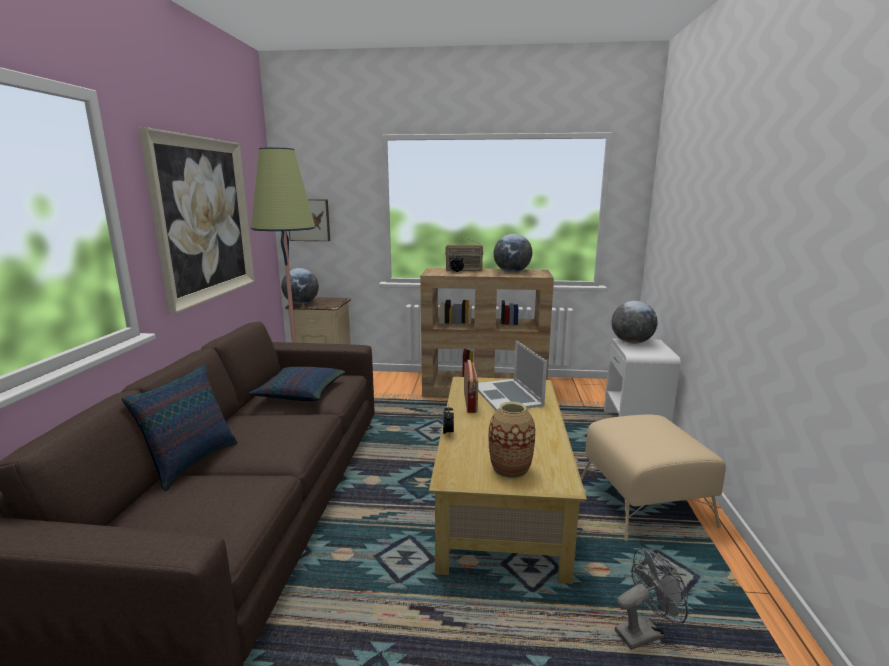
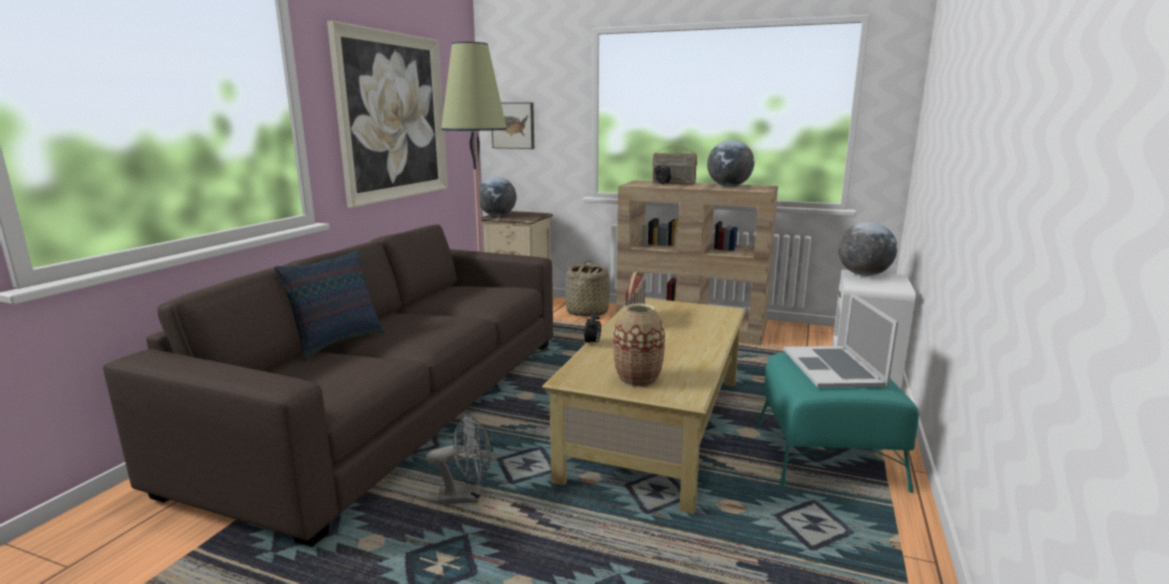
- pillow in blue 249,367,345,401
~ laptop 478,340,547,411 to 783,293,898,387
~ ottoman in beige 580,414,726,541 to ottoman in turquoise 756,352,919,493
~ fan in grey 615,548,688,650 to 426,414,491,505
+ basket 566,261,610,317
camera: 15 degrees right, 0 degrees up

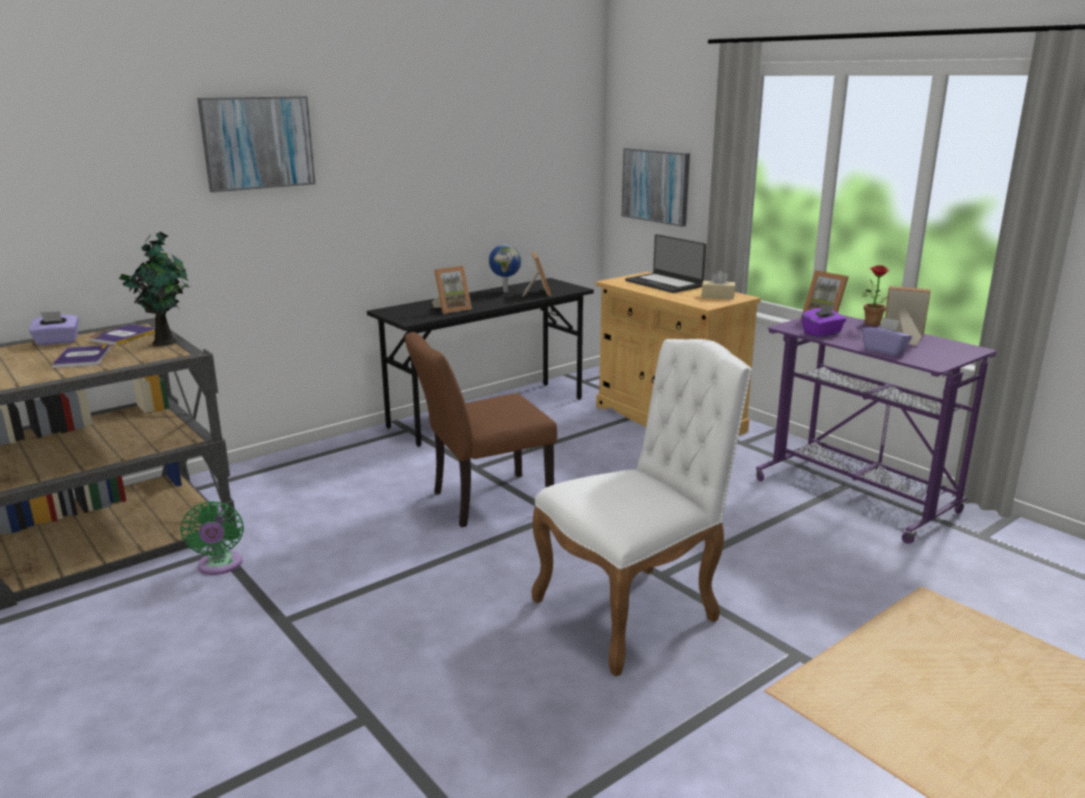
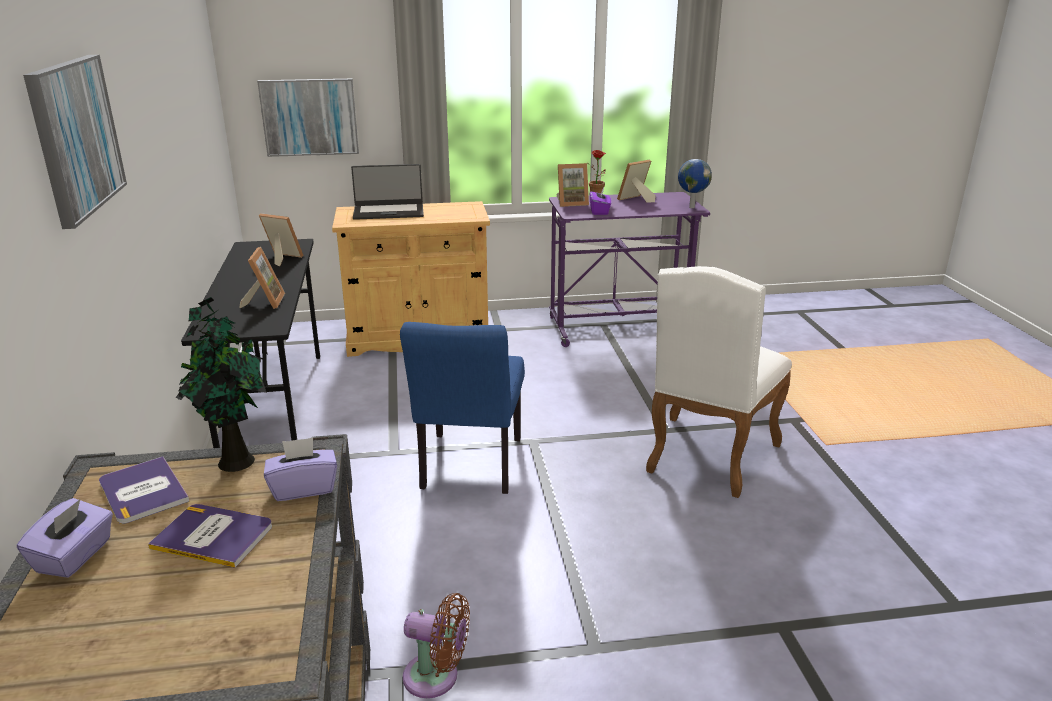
~ fan in green 180,501,244,575 to fan in brown 402,593,470,698
~ chair in brown 405,332,557,527 to chair in blue 400,322,525,494
~ globe 489,244,521,292 to 678,159,712,208
~ chair in white 532,339,752,677 = 646,266,792,498 150 degrees counterclockwise
- tissue box in beige 702,270,735,300
~ tissue box in purple 862,317,912,356 to 264,437,337,501
camera: 60 degrees left, 5 degrees up

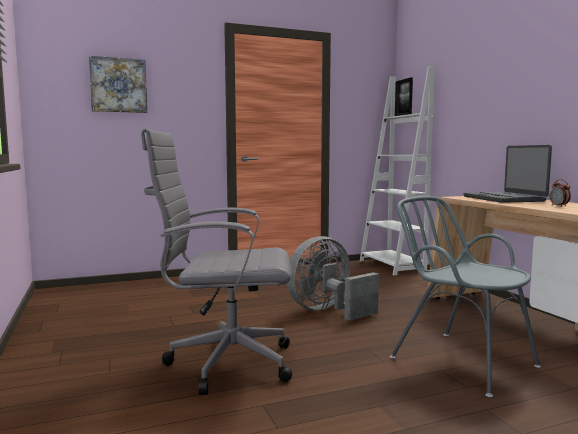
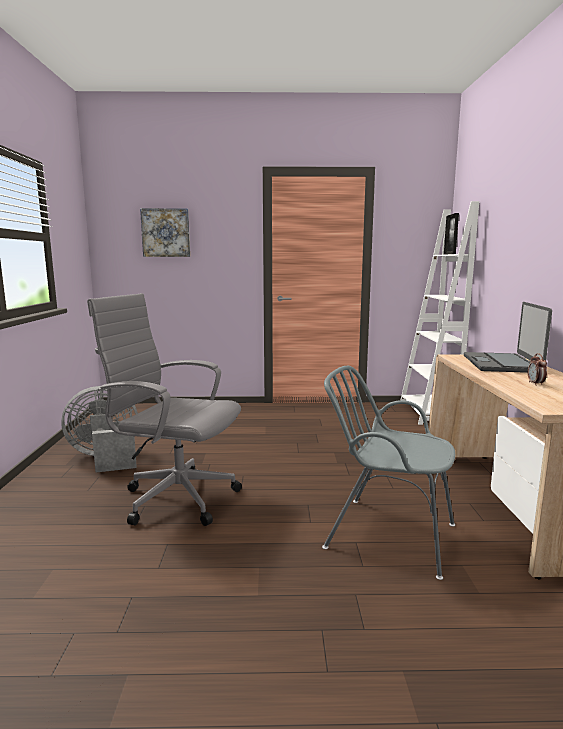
~ fan in grey 287,236,379,321 to 61,386,138,473
~ chair in grey 390,196,541,397 = 322,366,455,580 45 degrees counterclockwise
camera: 20 degrees right, 5 degrees up

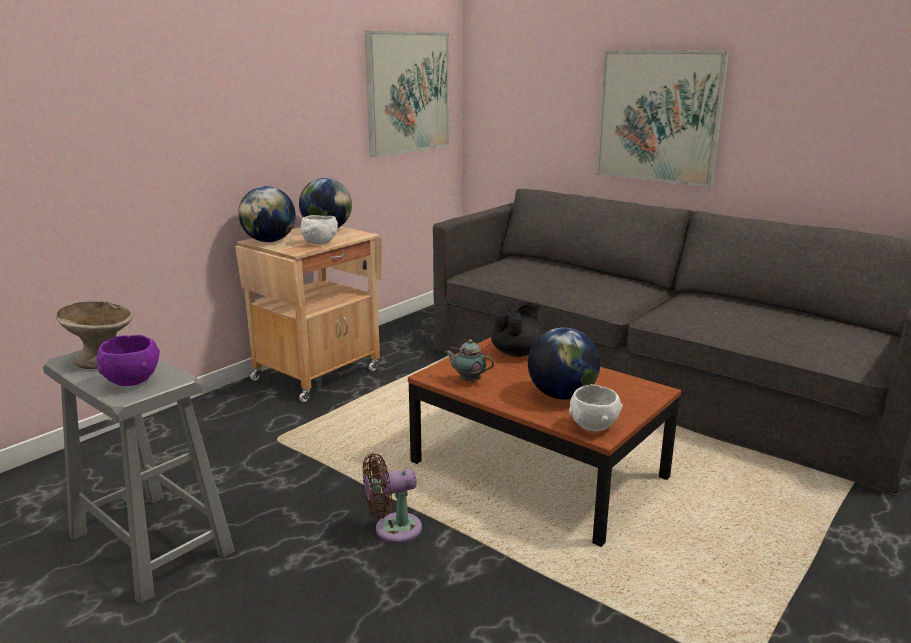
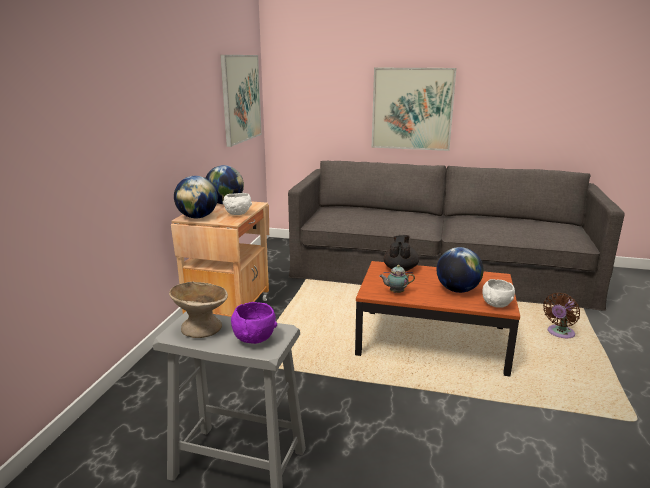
~ fan in brown 363,453,422,543 to 543,293,580,338
camera: 25 degrees left, 0 degrees up

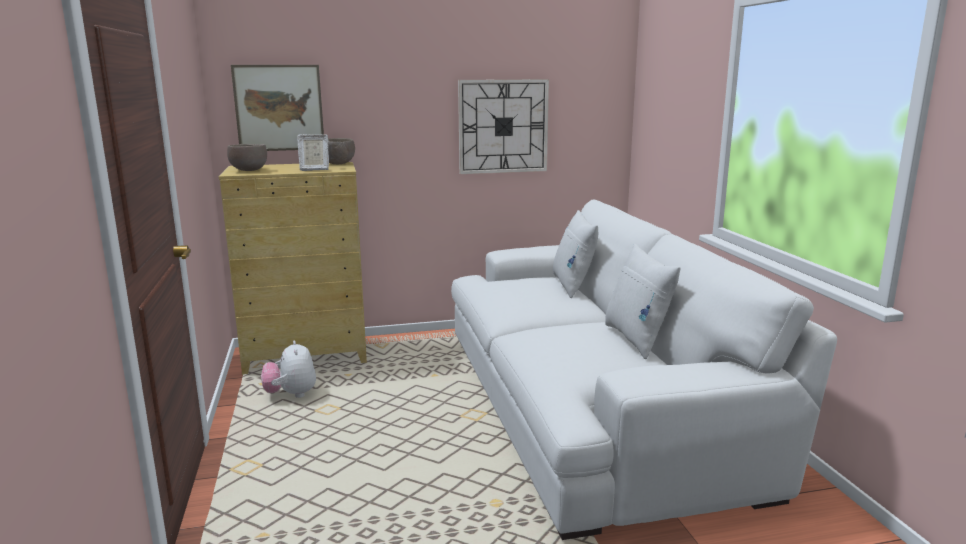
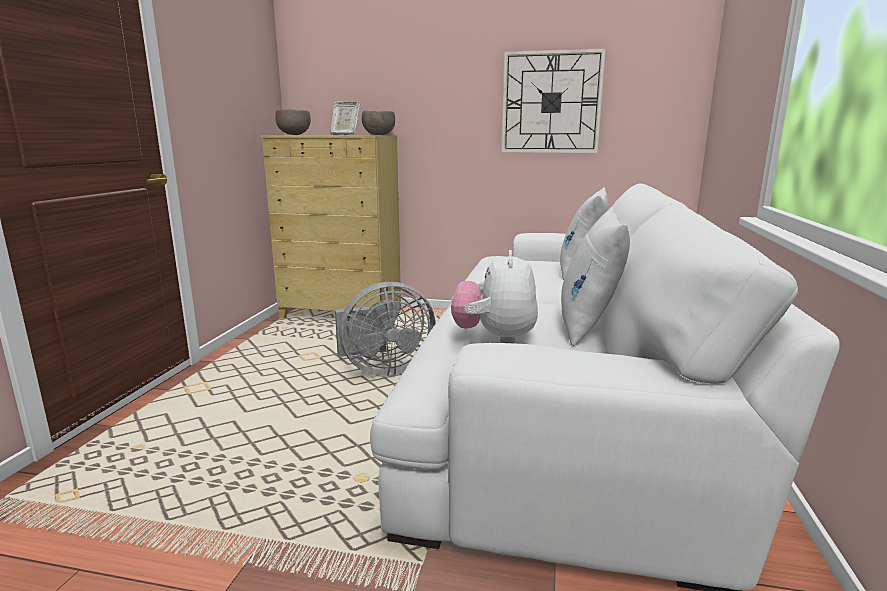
- picture 231,65,324,151
~ plush toy 261,340,316,398 to 451,250,538,343
+ fan in grey 335,282,436,377
camera: 25 degrees right, 0 degrees up

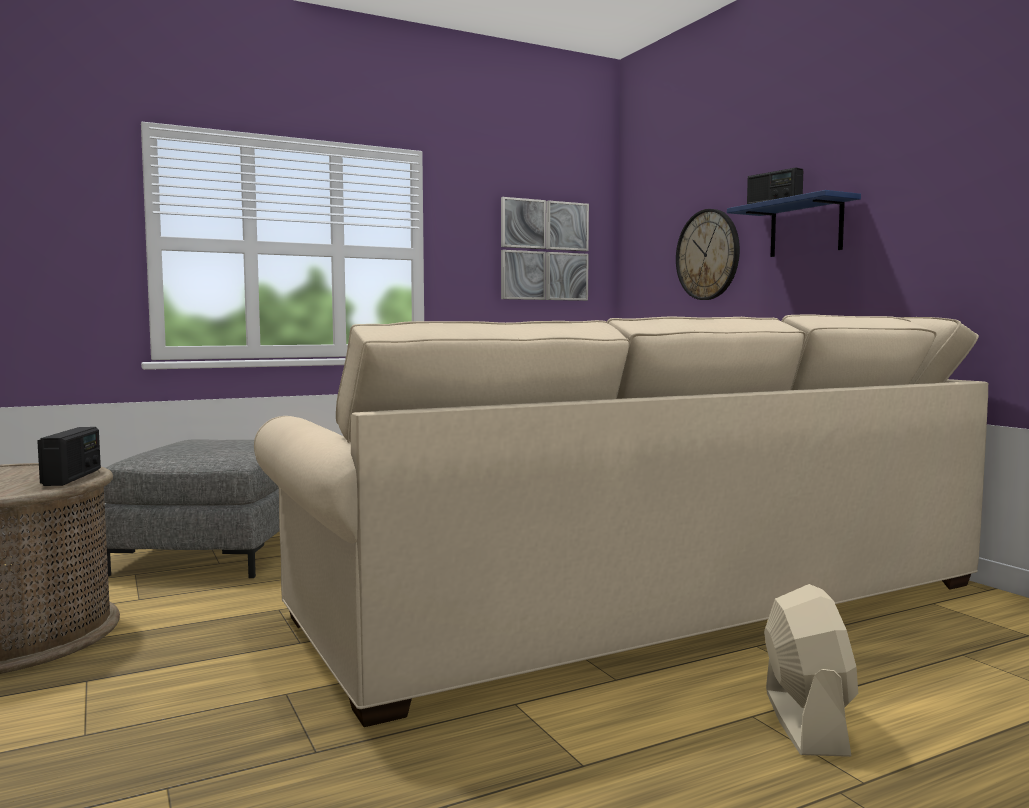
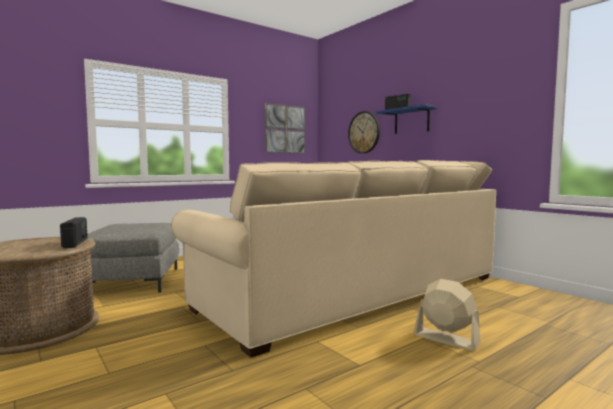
~ fan in beige 764,584,858,757 = 414,279,481,351 45 degrees counterclockwise
camera: 10 degrees left, 0 degrees up

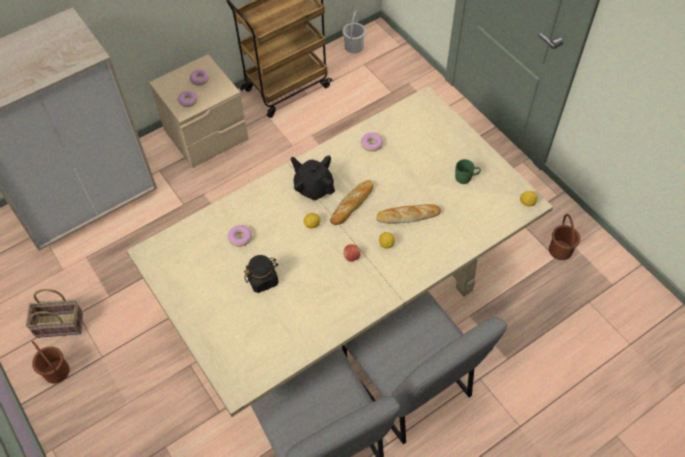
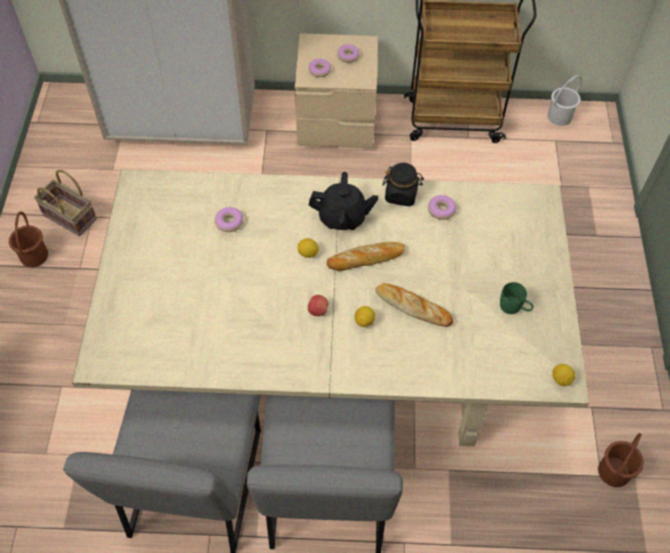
~ jar in black 244,255,279,293 to 383,163,424,206
~ teapot in black 290,155,335,201 = 309,172,378,230 105 degrees clockwise
camera: 35 degrees right, 0 degrees up

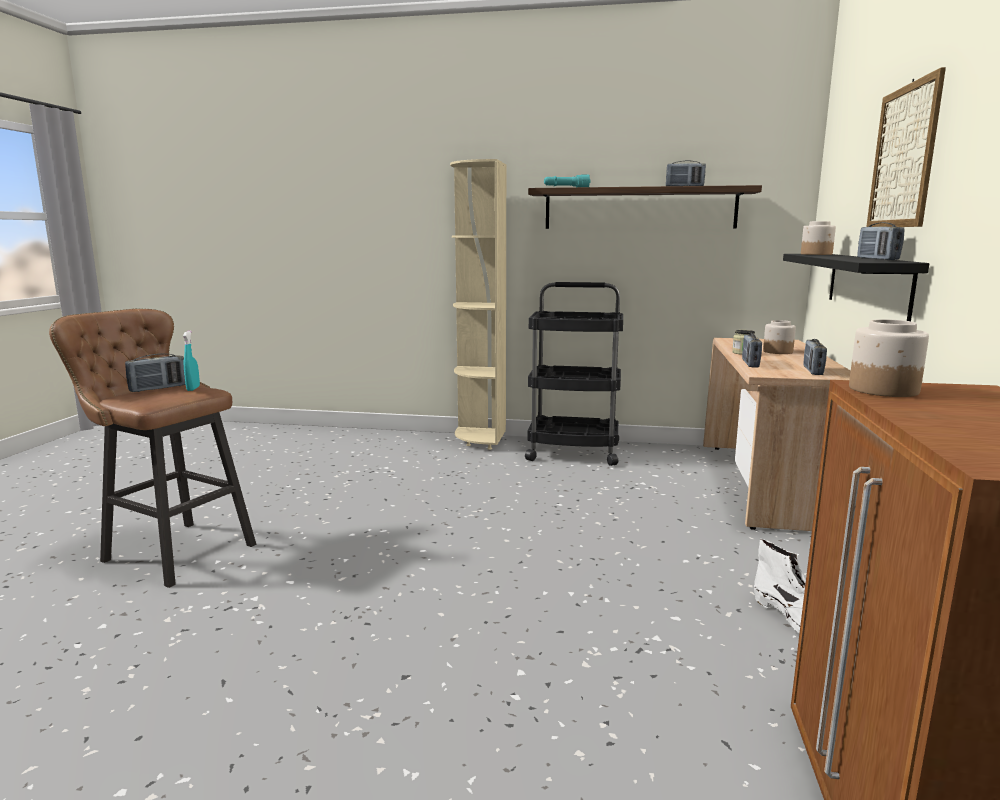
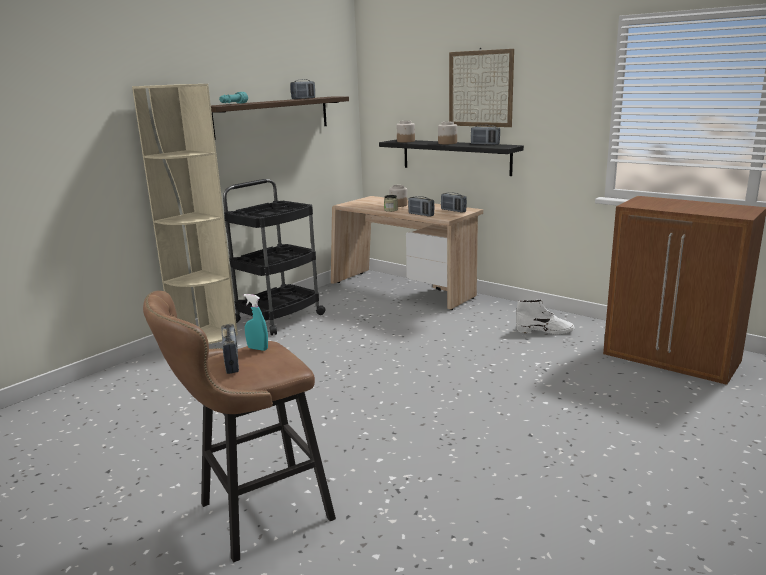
~ jar 849,319,929,397 to 438,122,457,144
camera: 60 degrees left, 5 degrees up

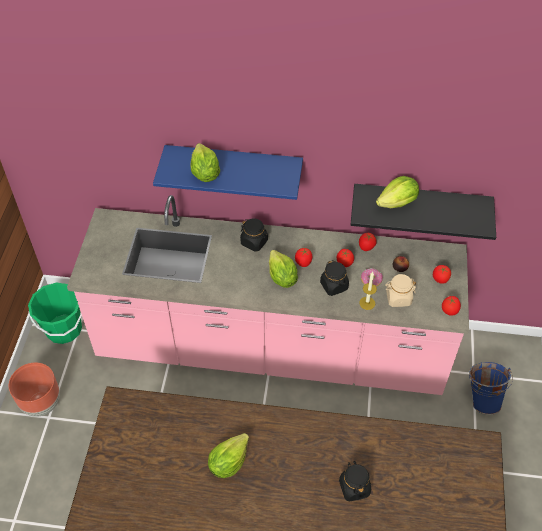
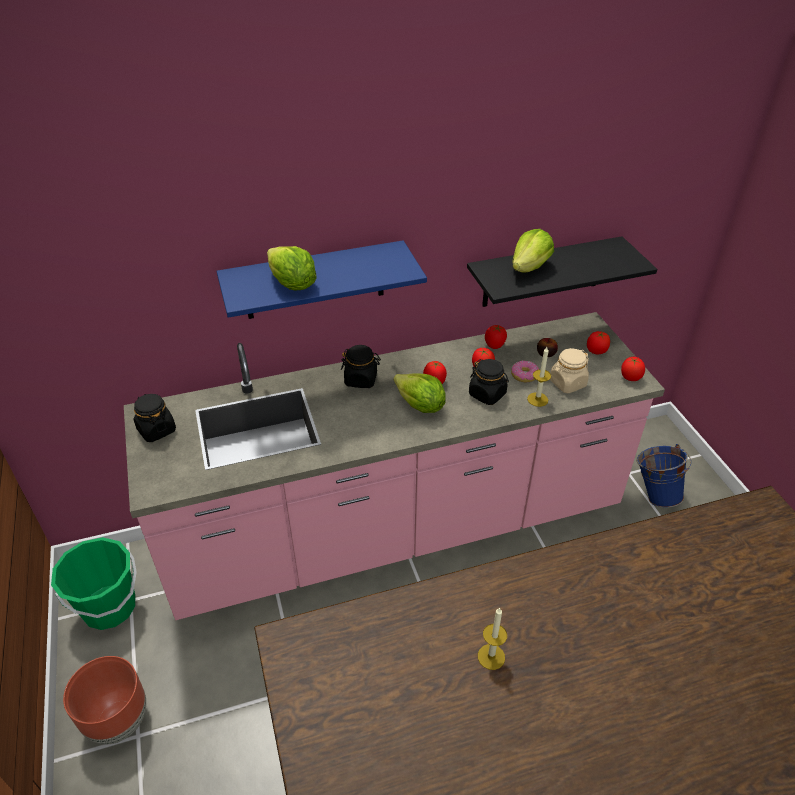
~ lettuce 208,433,249,478 to candle 478,607,507,670
~ jar in black 339,461,371,502 to 134,394,176,442
camera: 25 degrees left, 10 degrees down

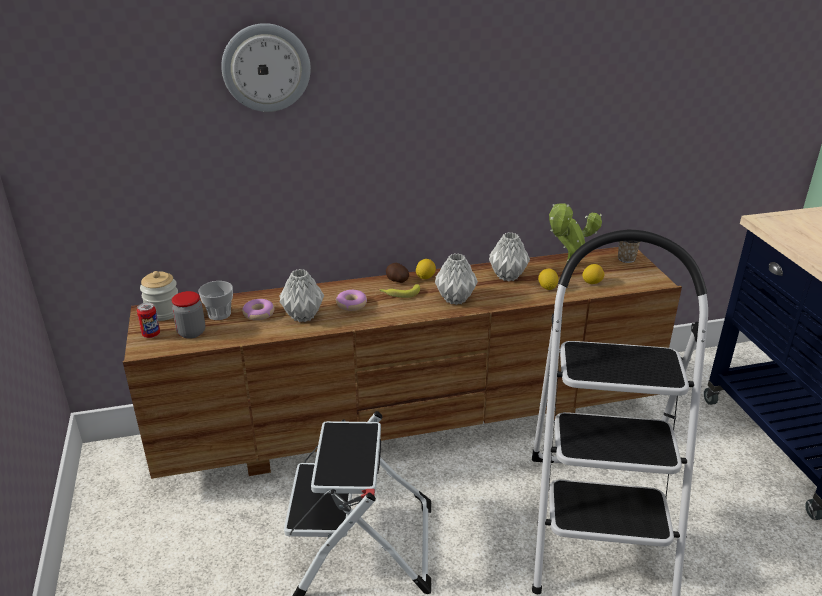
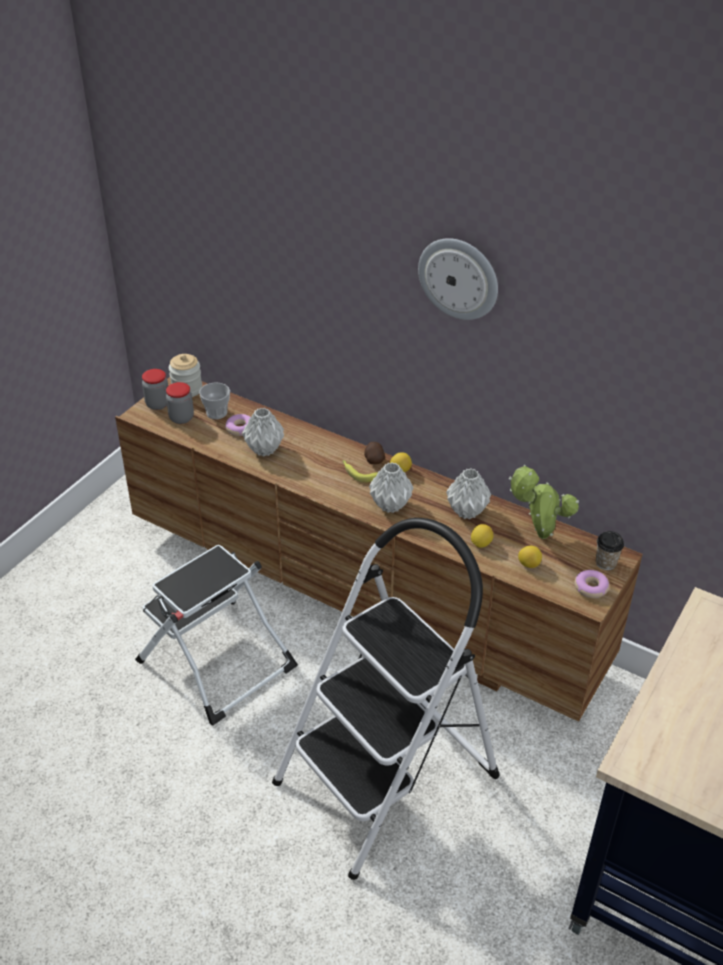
~ can 137,303,160,338 to jar 142,369,168,410
~ wall clock 221,23,311,112 to 418,238,498,320
~ donut 336,290,367,311 to 575,570,609,598
camera: 45 degrees right, 10 degrees up

